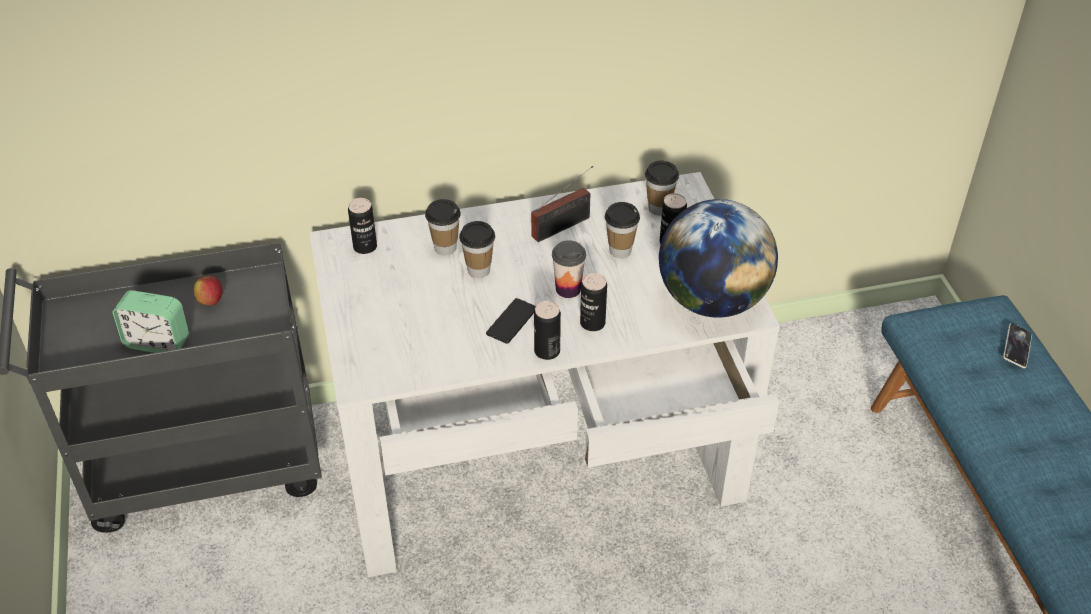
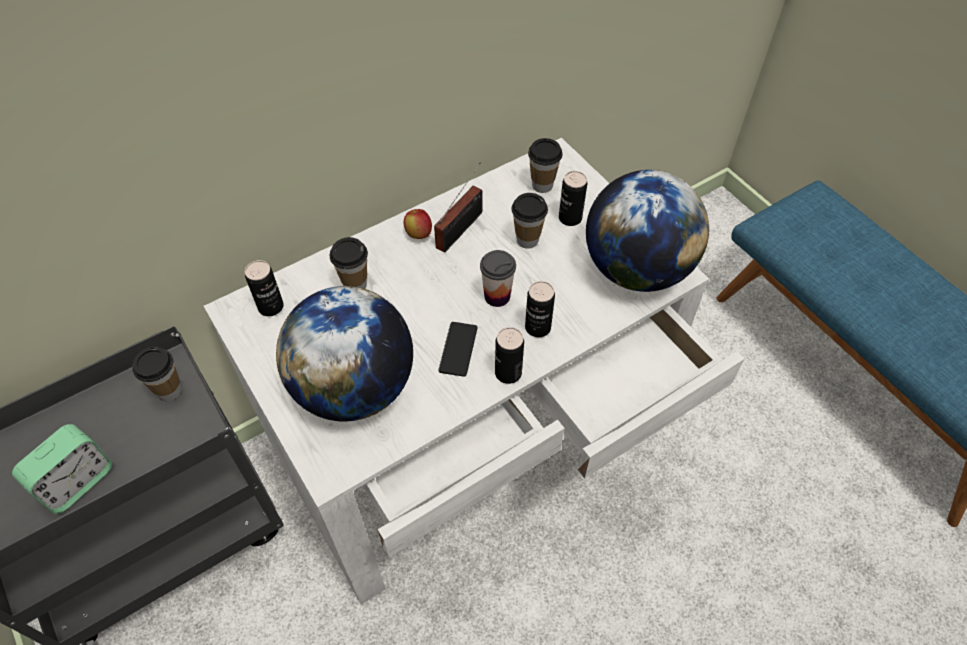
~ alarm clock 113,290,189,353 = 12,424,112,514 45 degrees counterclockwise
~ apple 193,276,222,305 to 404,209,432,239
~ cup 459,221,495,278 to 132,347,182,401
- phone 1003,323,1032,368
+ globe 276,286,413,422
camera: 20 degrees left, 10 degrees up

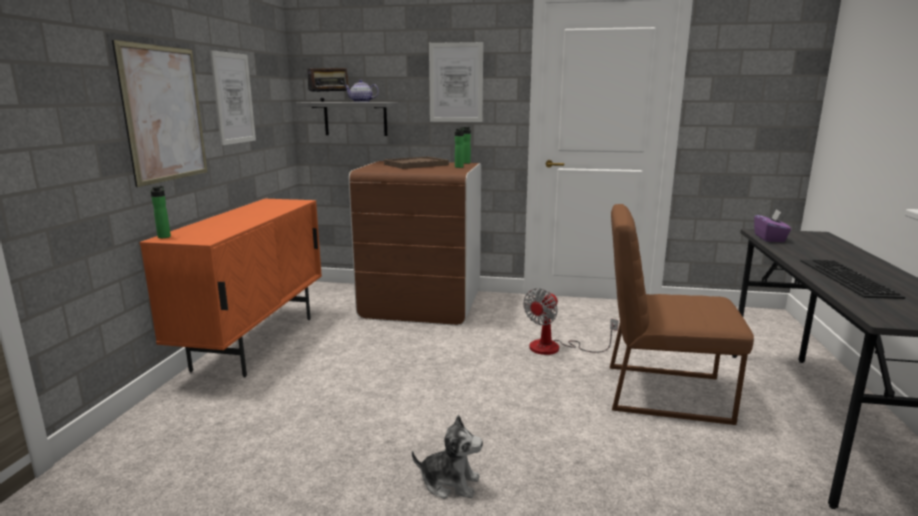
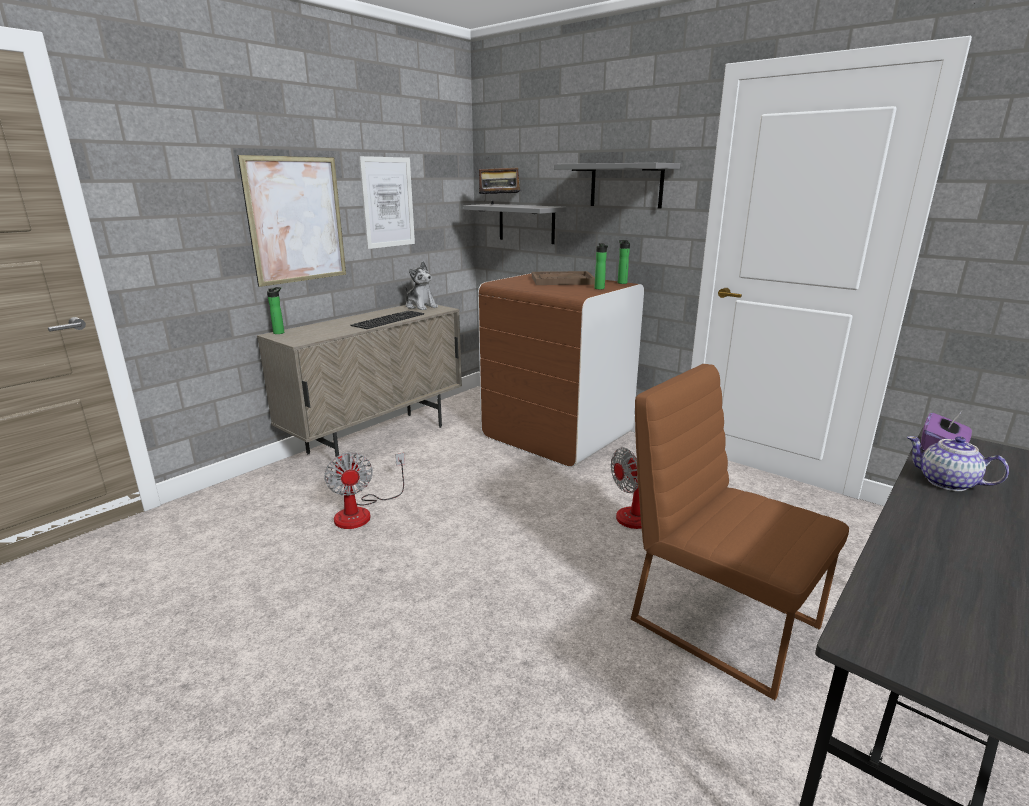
~ cabinet in orange 140,199,322,377 to cabinet in beige 257,305,462,457
~ teapot 344,80,379,102 to 907,436,1009,491
~ plush toy 412,415,483,499 to 405,261,438,310
~ picture 429,42,483,122 to shelf in grey 554,163,680,209
~ keyboard 800,260,905,299 to 350,311,424,329
+ fan 324,452,405,529
camera: 30 degrees right, 5 degrees up

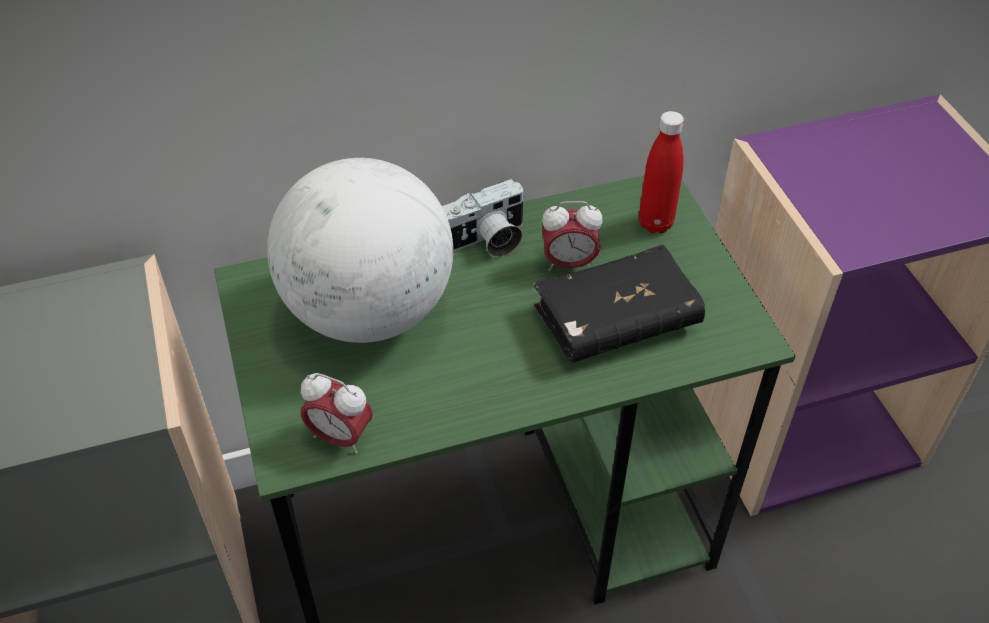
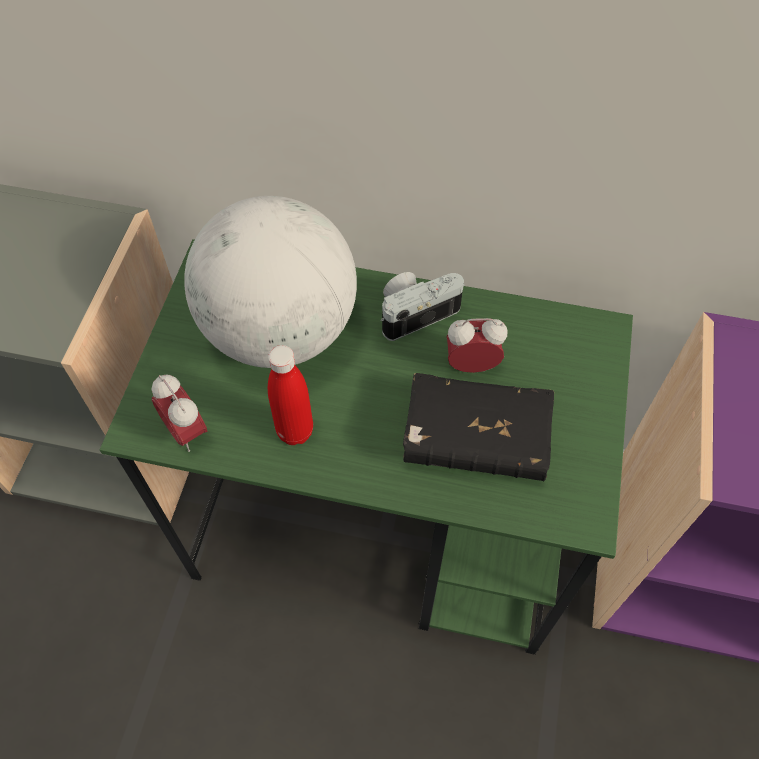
~ photo camera 442,179,524,257 = 381,272,465,341 150 degrees clockwise
~ alarm clock 542,201,603,271 = 446,318,507,373 150 degrees clockwise
~ bottle in red 639,111,684,233 to 268,345,313,445
camera: 30 degrees right, 10 degrees up

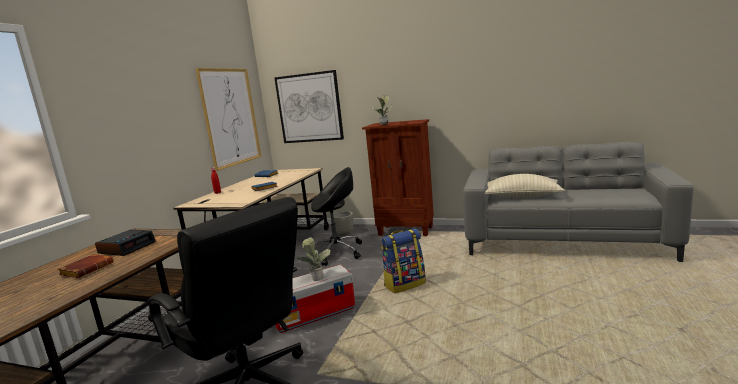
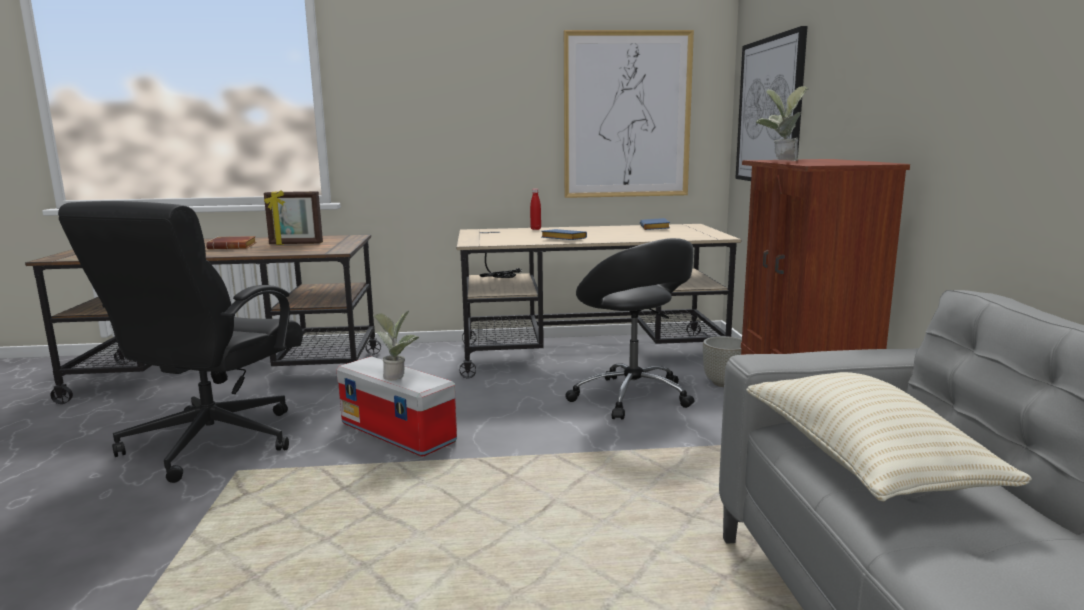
~ alarm clock 95,229,156,256 to picture frame 264,190,323,245
- backpack 381,229,426,293
camera: 65 degrees right, 0 degrees up

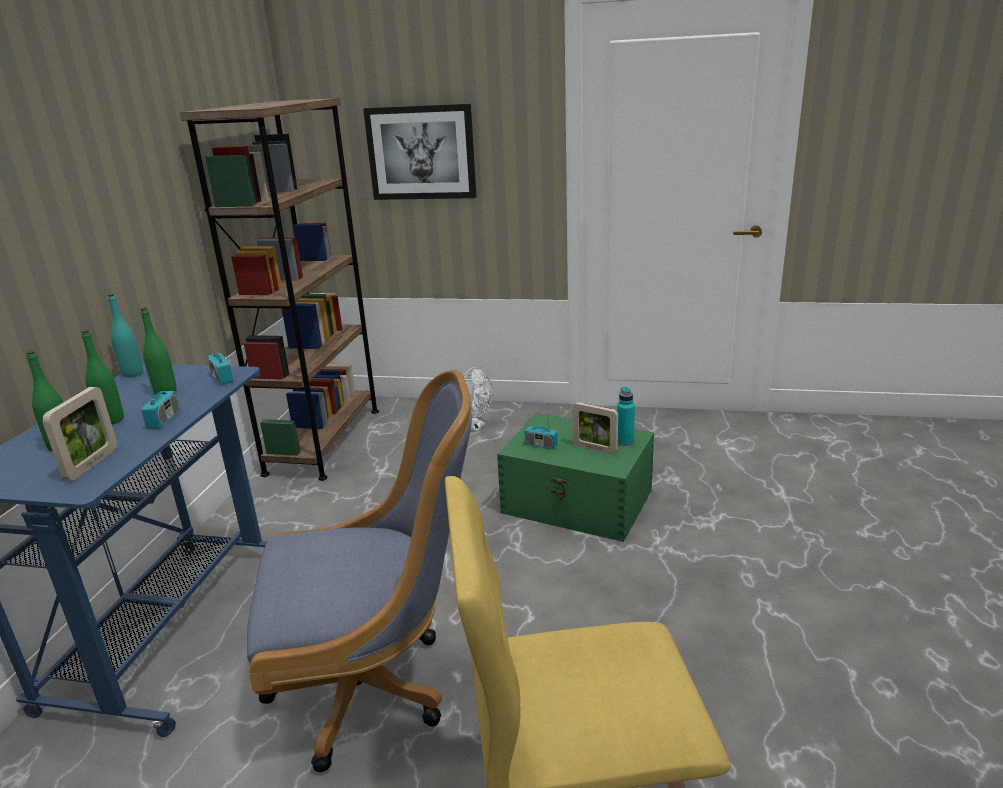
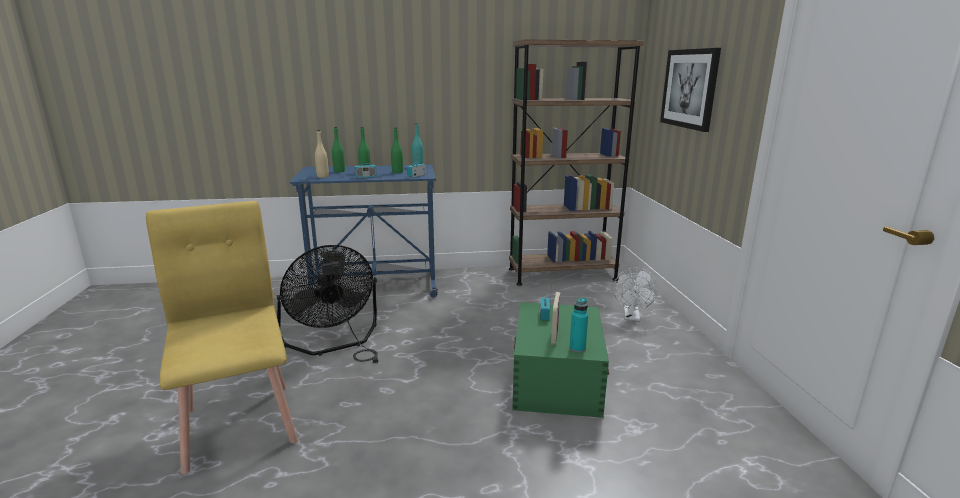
~ picture frame 42,387,117,480 to bottle in beige 315,130,329,178
~ office chair in blue 247,370,472,772 to fan in black 277,245,378,363
camera: 70 degrees right, 5 degrees down

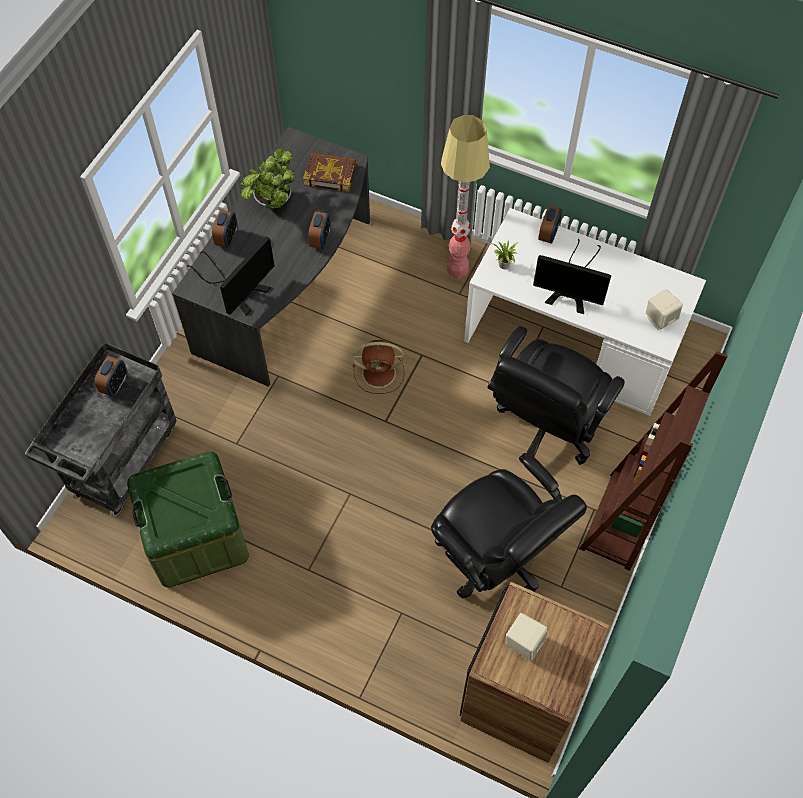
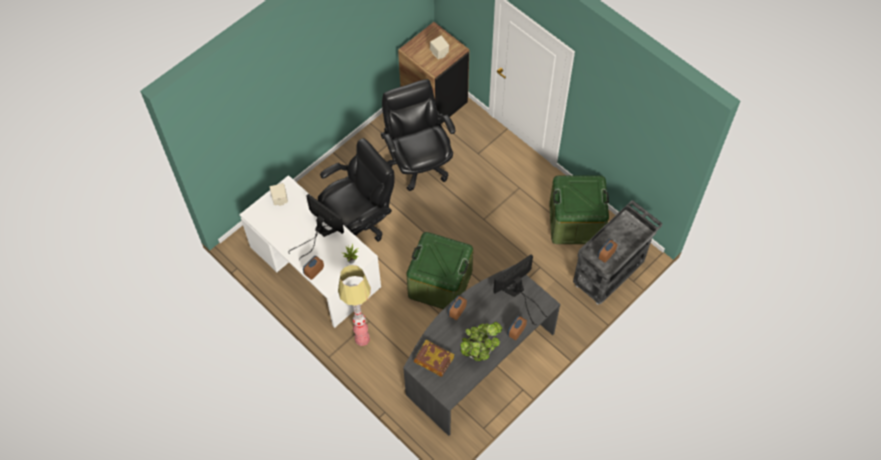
~ fan in brown 353,340,404,394 to storage box in green 406,232,473,309
- bookcase in brown 579,351,728,571
camera: 160 degrees left, 0 degrees up

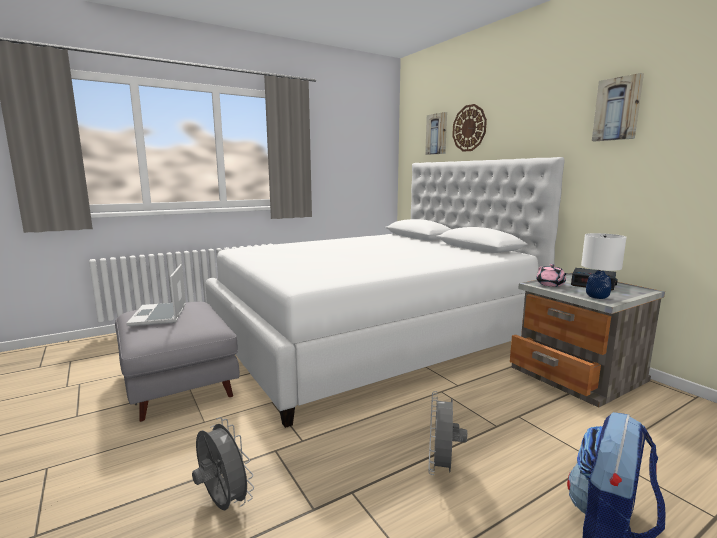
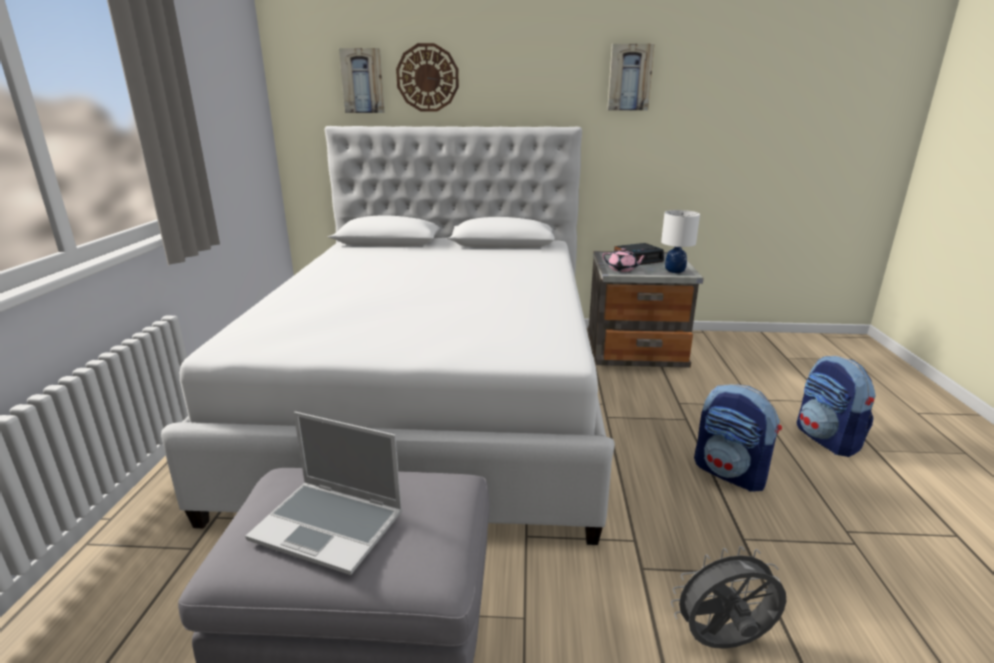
~ fan in grey 428,391,467,475 to backpack 694,384,782,492
camera: 55 degrees left, 10 degrees up

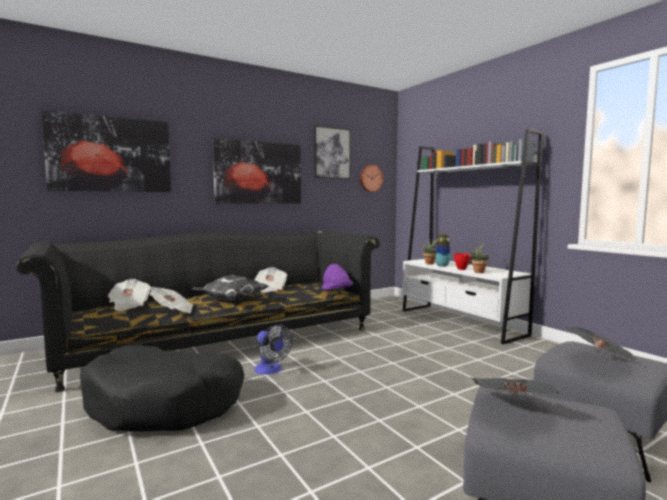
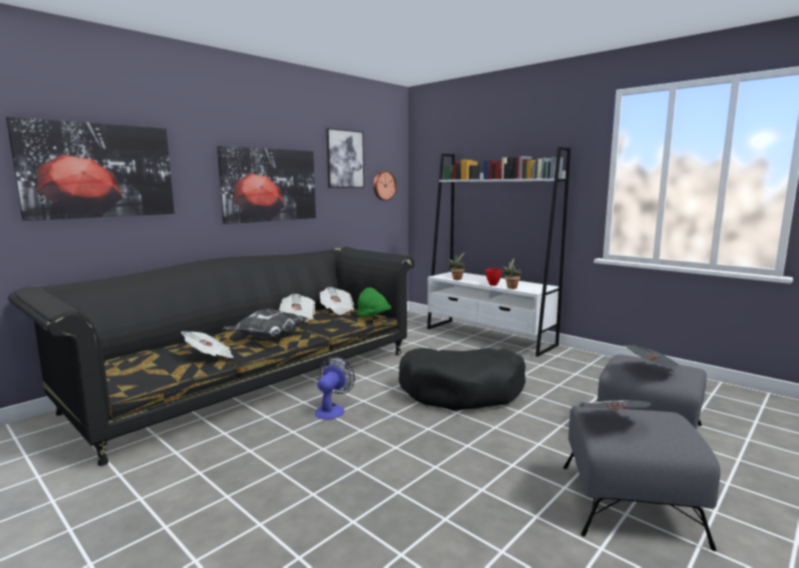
~ dog bed in black 80,345,244,432 to 399,348,526,411
~ newspaper 108,279,151,311 to 320,287,354,315
~ fan 254,325,292,375 = 315,356,355,420 105 degrees counterclockwise
~ hat in purple 322,264,353,290 to hat in green 357,287,391,317
- vase 435,234,450,267
camera: 15 degrees left, 5 degrees up

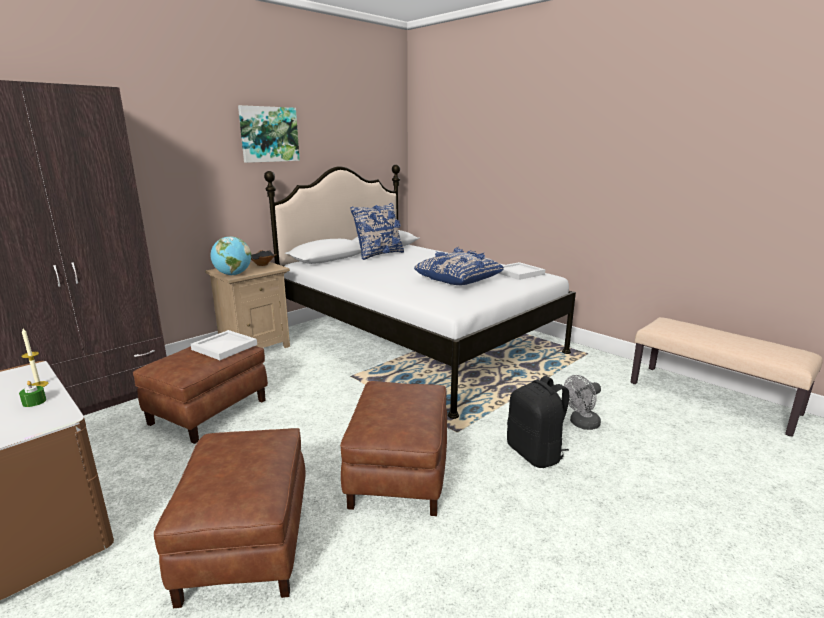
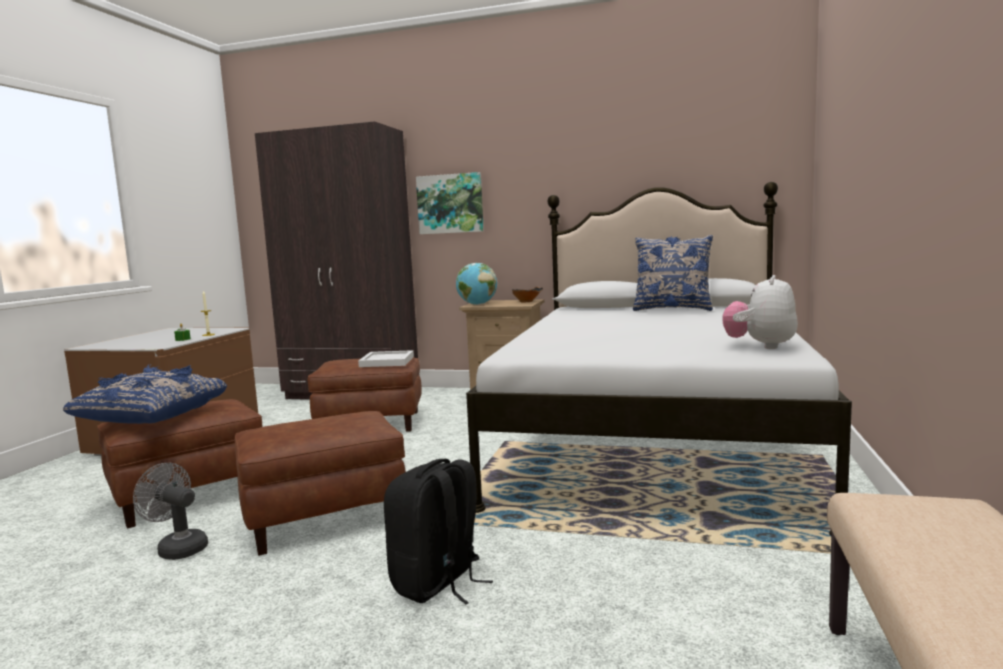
~ picture 238,105,300,163 to 416,172,484,234
~ pillow in blue 414,247,504,285 to 63,364,227,424
~ tray in white 498,262,545,280 to plush toy 723,275,798,349
~ fan in grey 564,375,601,430 to 133,463,208,560
camera: 60 degrees right, 10 degrees down

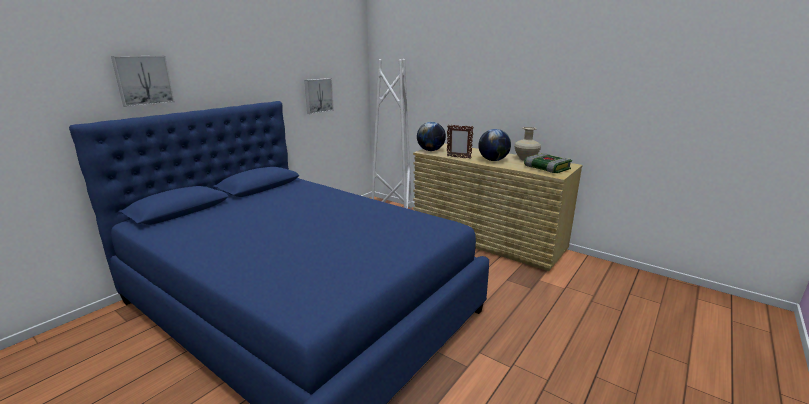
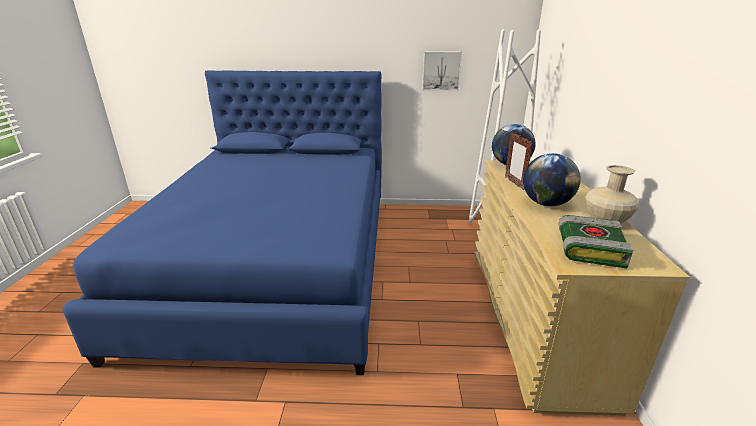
- picture 111,56,175,107
camera: 55 degrees right, 5 degrees up

